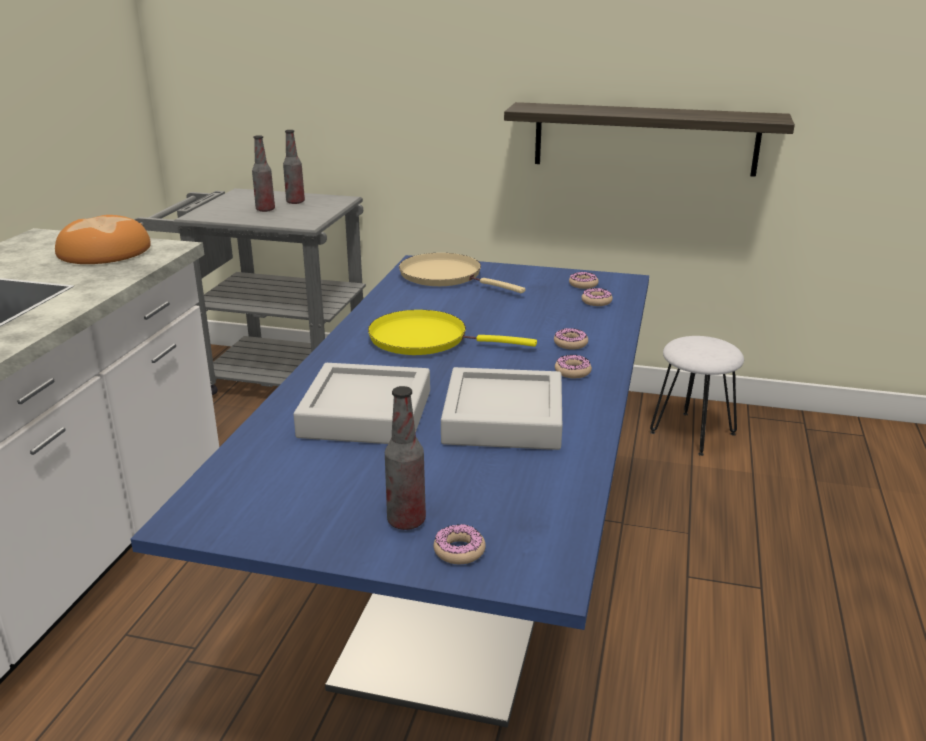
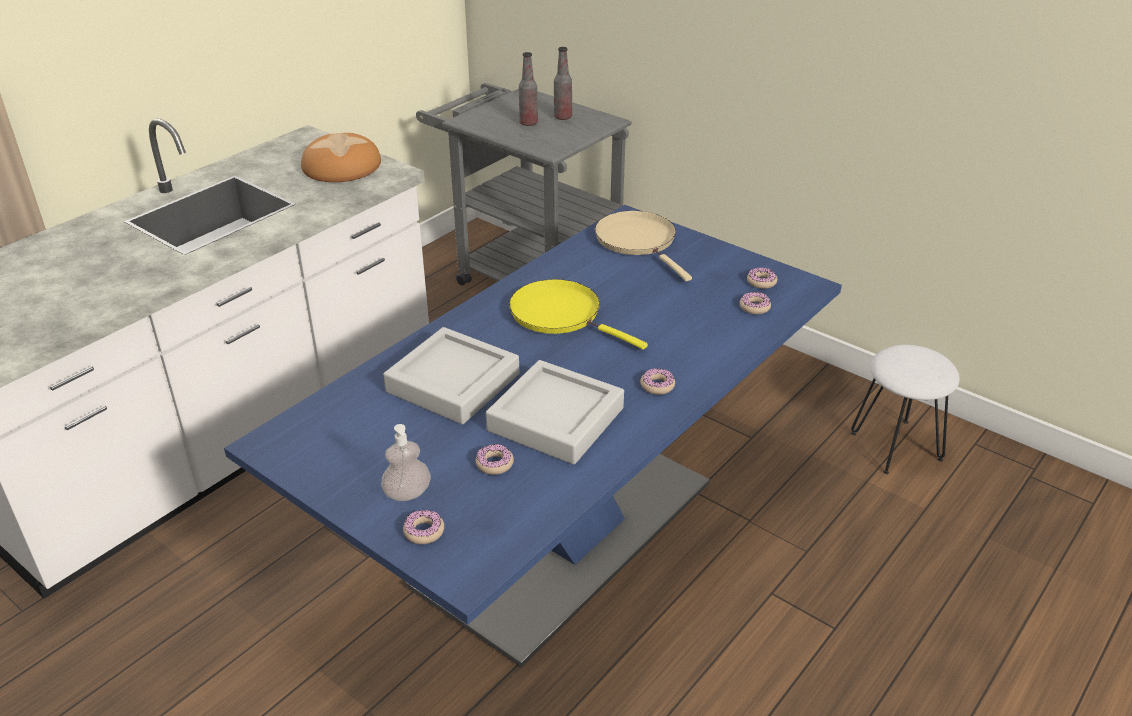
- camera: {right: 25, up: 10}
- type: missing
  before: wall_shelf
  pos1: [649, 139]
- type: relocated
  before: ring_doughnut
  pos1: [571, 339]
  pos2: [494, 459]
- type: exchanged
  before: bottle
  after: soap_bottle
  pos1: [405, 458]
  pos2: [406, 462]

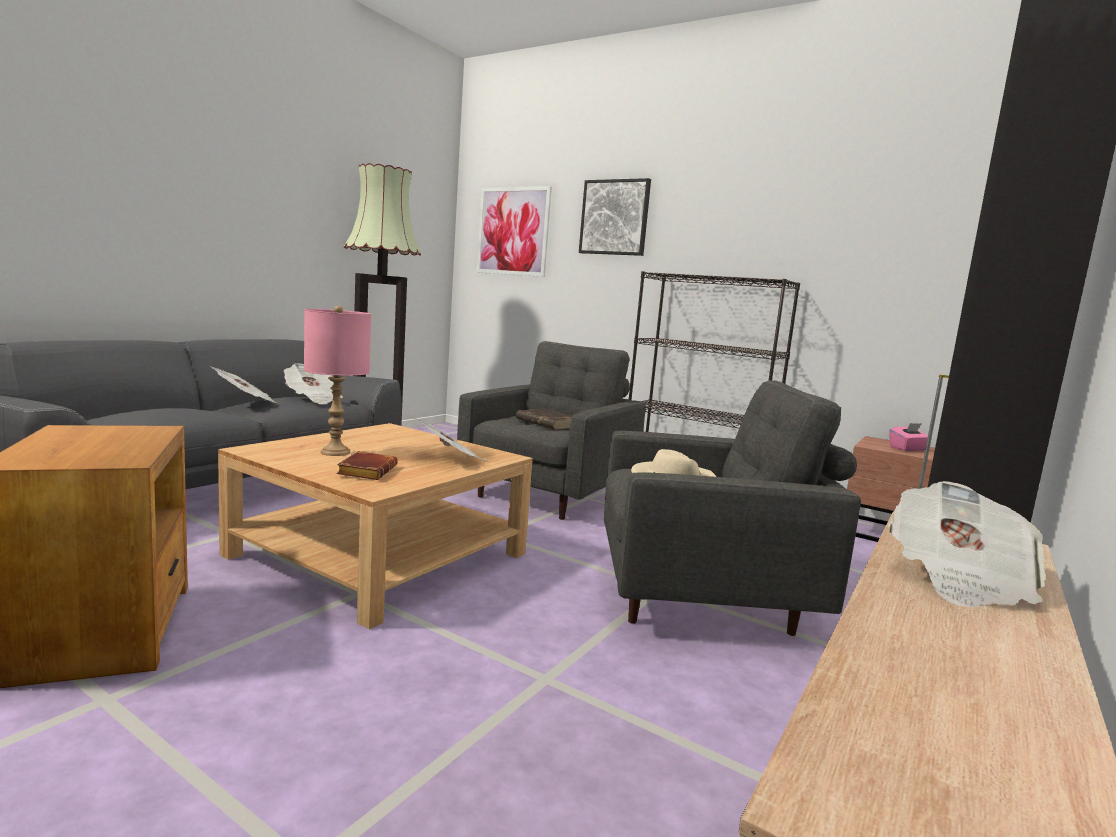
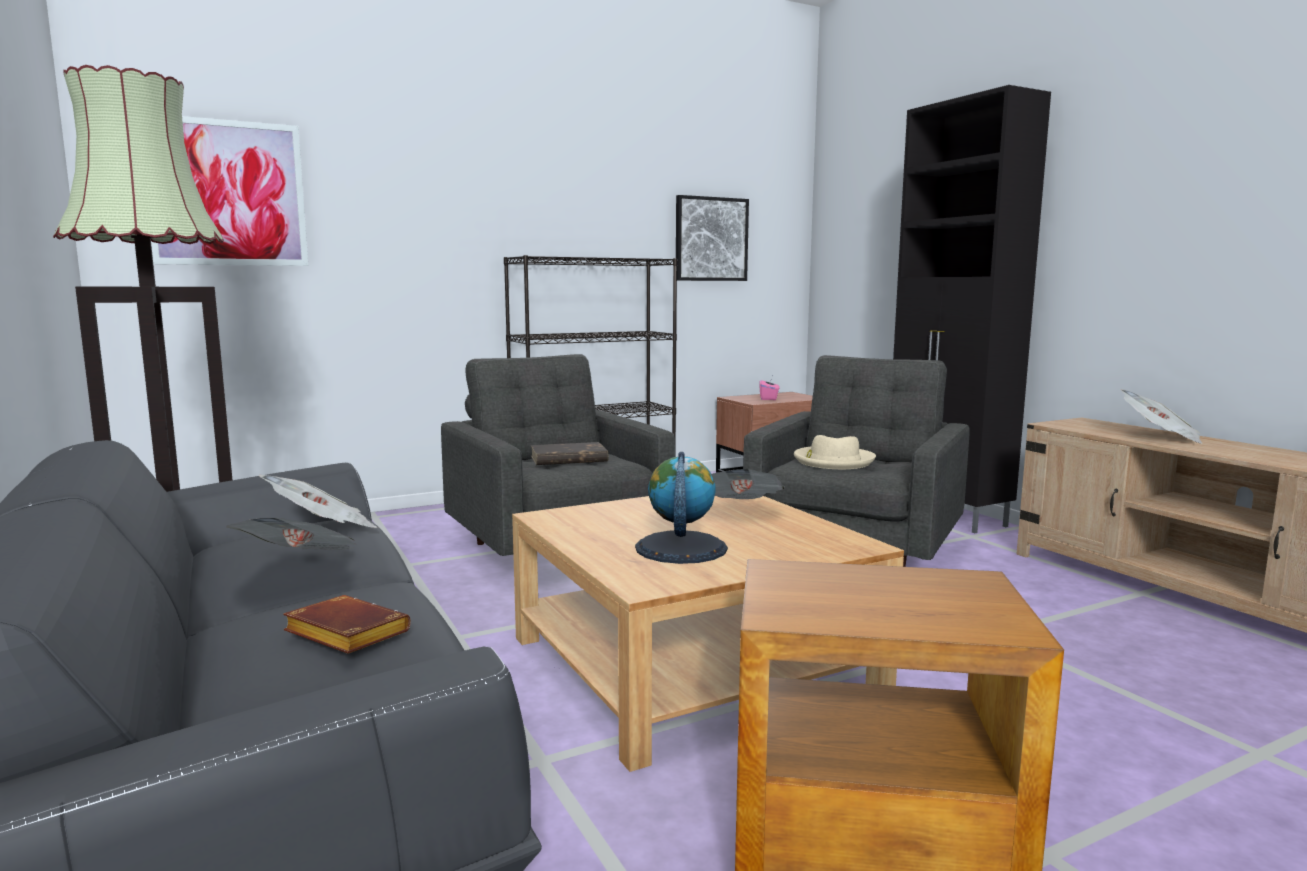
- camera: {right: -60, up: 0}
- type: relocated
  before: brownish_book
  pos1: [367, 465]
  pos2: [347, 624]
- type: relocated
  before: picture
  pos1: [615, 217]
  pos2: [712, 238]
- type: exchanged
  before: pink-coloured_lamp_for_a_table
  after: globe
  pos1: [337, 381]
  pos2: [681, 508]

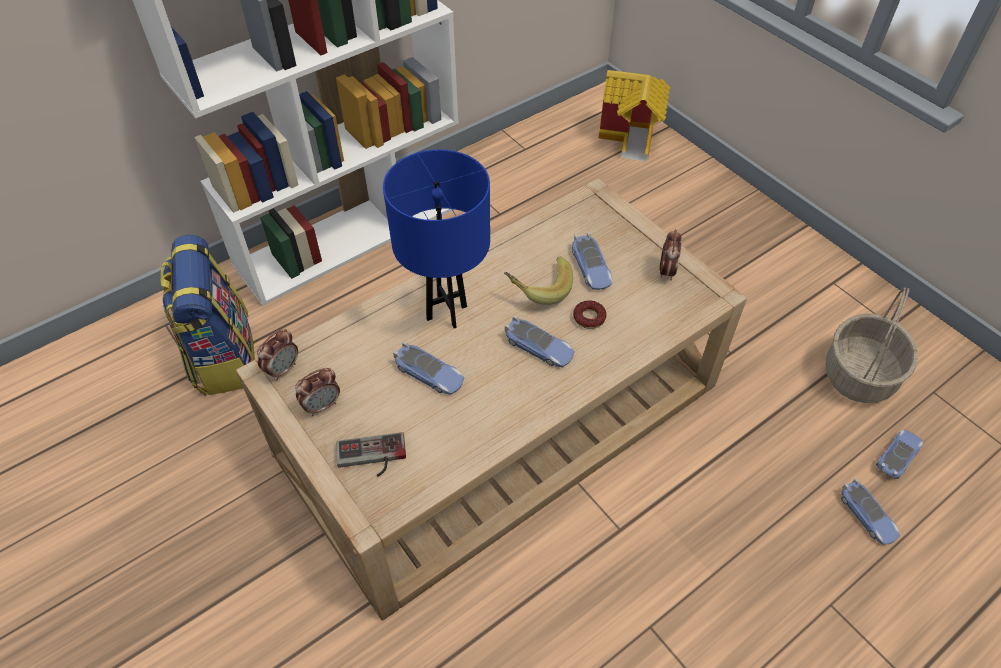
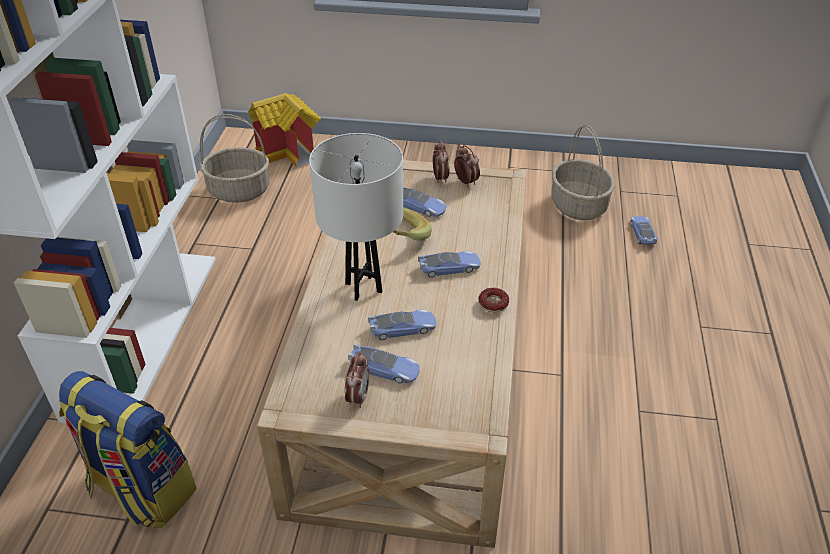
- camera: {right: -45, up: -10}
- type: missing
  before: game_controller
  pos1: [371, 454]
- type: appeared
  after: storage_basket
  pos2: [234, 158]
- type: relocated
  before: alarm_clock
  pos1: [277, 354]
  pos2: [441, 162]
- type: relocated
  before: ring_doughnut
  pos1: [589, 314]
  pos2: [493, 300]
- type: relocated
  before: miniature_car
  pos1: [870, 511]
  pos2: [384, 363]
- type: colour
  before: blue-coloured_lamp_for_a_table
  after: whitish_lamp_for_a_table
  pos1: [436, 238]
  pos2: [356, 217]

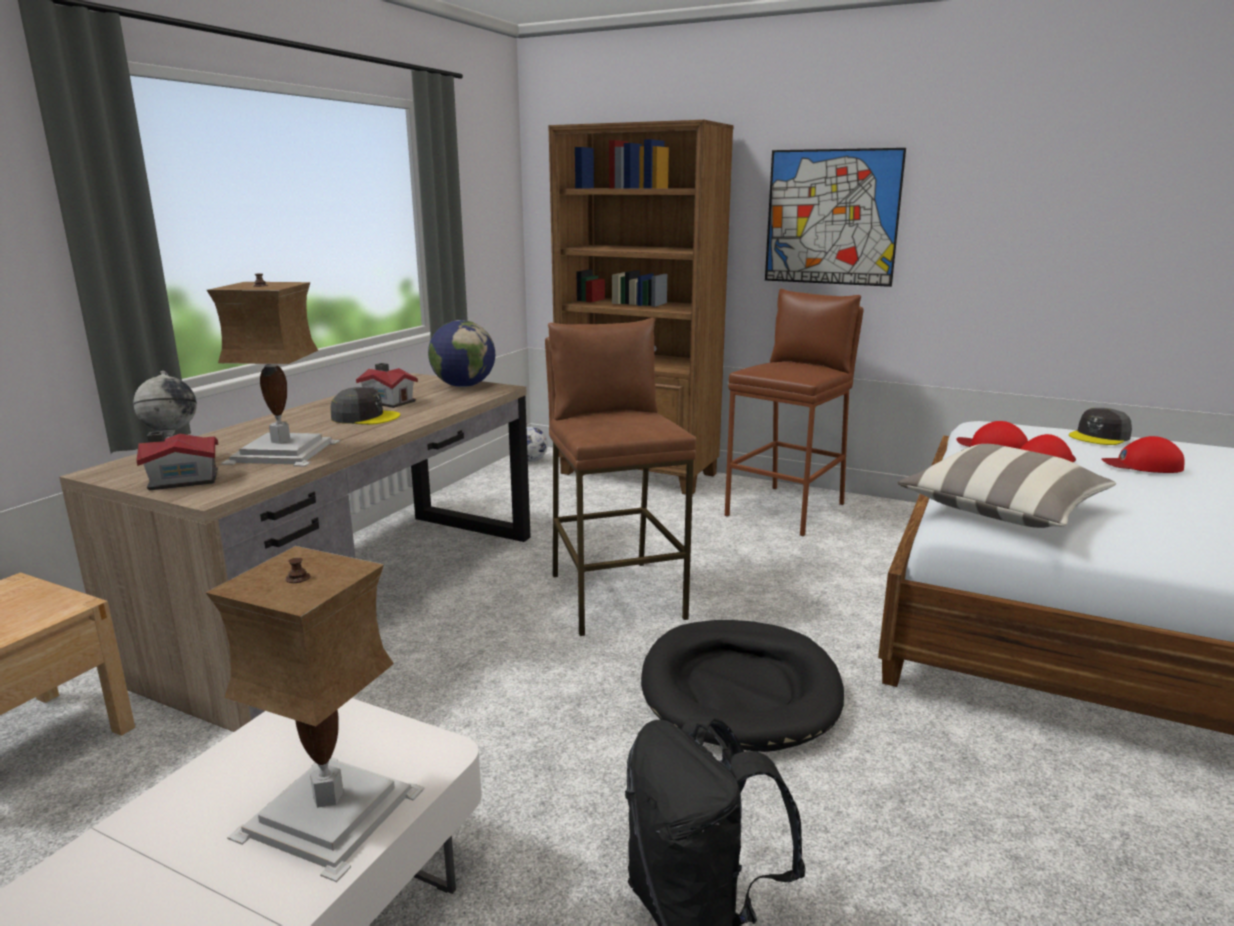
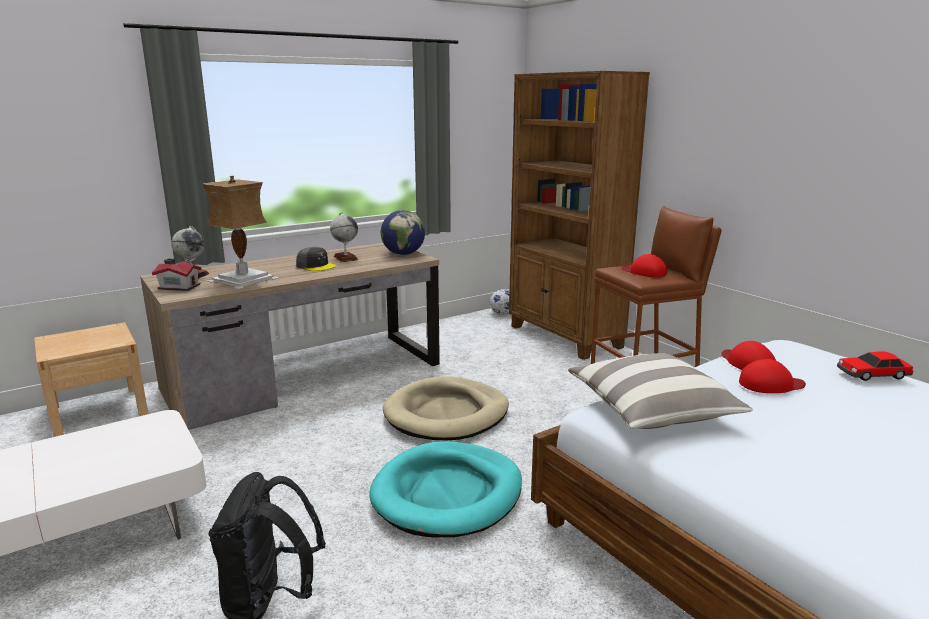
- camera: {right: 30, up: 0}
- type: missing
  before: lamp_for_a_table
  pos1: [315, 714]
- type: missing
  before: picture
  pos1: [835, 217]
- type: relocated
  before: red-coloured_baseball_cap
  pos1: [1143, 454]
  pos2: [644, 265]
- type: exchanged
  before: model_house
  after: globe
  pos1: [387, 385]
  pos2: [344, 237]
- type: exchanged
  before: brownish_stool_seat
  after: sand-coloured_dog_bed
  pos1: [621, 477]
  pos2: [446, 408]
- type: exchanged
  before: greyish_baseball_cap
  after: miniature_car
  pos1: [1100, 426]
  pos2: [875, 366]
- type: colour
  before: black_dog_bed
  after: turquoise-coloured_dog_bed
  pos1: [742, 686]
  pos2: [445, 489]

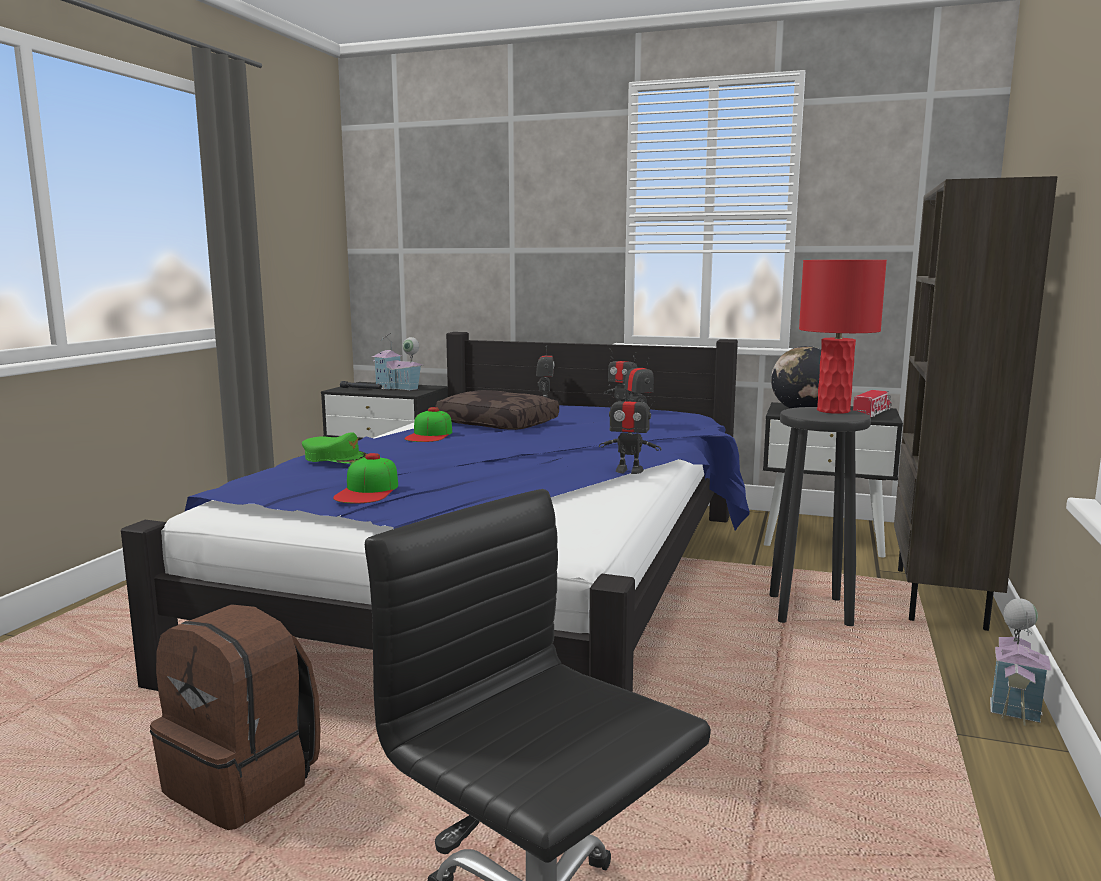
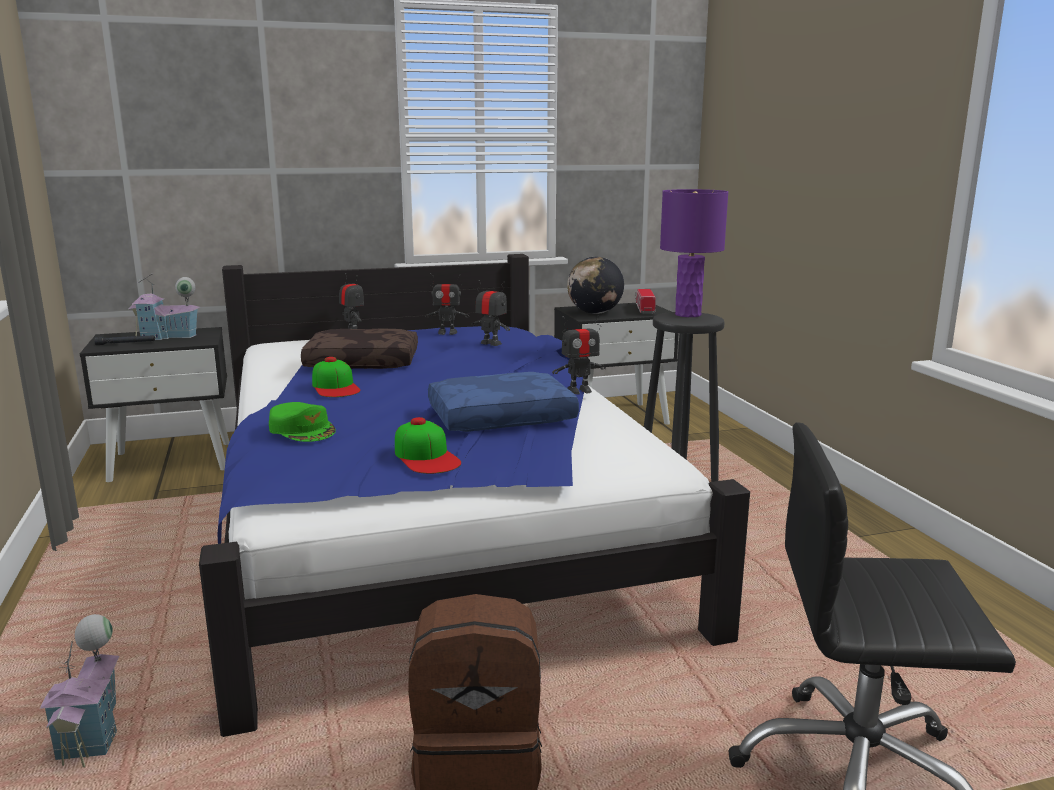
- camera: {right: -35, up: 5}
- type: missing
  before: brownish_bookcase
  pos1: [976, 403]
- type: appeared
  after: blue-coloured_cushion
  pos2: [503, 402]
- type: relocated
  before: model_house
  pos1: [1021, 662]
  pos2: [79, 690]
- type: colour
  before: red-coloured_lamp_for_a_table
  after: purplish_lamp_for_a_table
  pos1: [843, 337]
  pos2: [694, 253]
- type: spun
  before: green_baseball_cap
  pos1: [334, 448]
  pos2: [302, 422]
  turn: 60

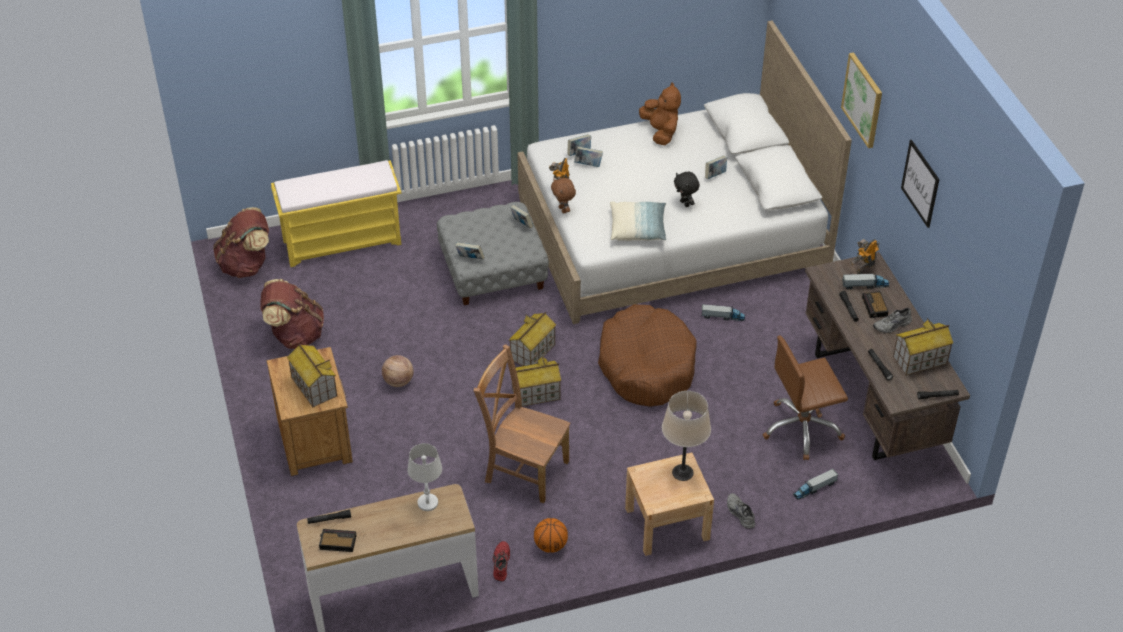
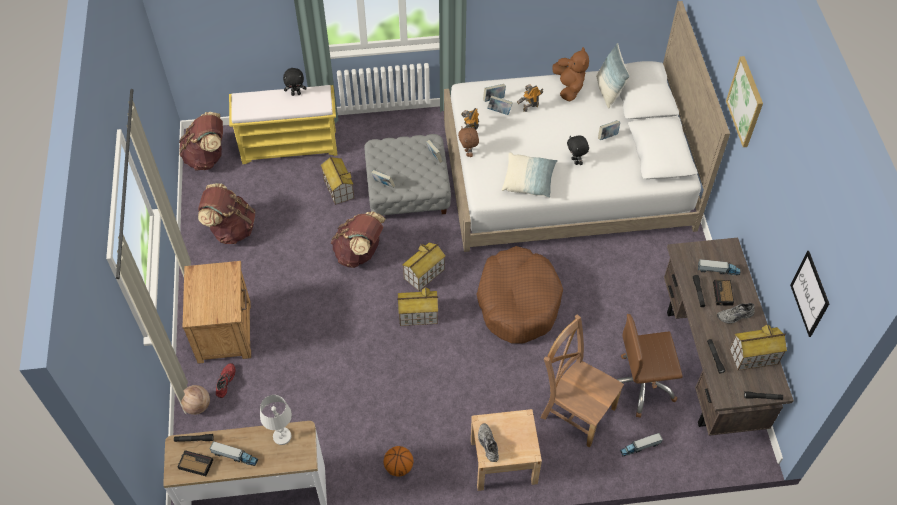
- camera: {right: 10, up: 10}
- type: missing
  before: sand-coloured_lamp_for_a_table
  pos1: [686, 436]
- type: appeared
  after: black_cuddly_toy
  pos2: [295, 82]
- type: appeared
  after: brownish_backpack
  pos2: [358, 239]
- type: appeared
  after: cushion
  pos2: [613, 75]
- type: relocated
  before: model_house
  pos1: [312, 375]
  pos2: [337, 180]
- type: relocated
  before: basketball
  pos1: [398, 371]
  pos2: [195, 400]
- type: relocated
  before: brownish_plain_chair
  pos1: [521, 423]
  pos2: [582, 381]
- type: relocated
  before: red-coloured_low_shoe
  pos1: [501, 561]
  pos2: [225, 380]
- type: relocated
  before: model_truck
  pos1: [723, 312]
  pos2: [234, 453]
- type: relocated
  before: greyish_low_shoe
  pos1: [741, 511]
  pos2: [488, 442]
- type: relocated
  before: toy_robot
  pos1: [865, 256]
  pos2: [530, 98]
- type: relocated
  before: picture
  pos1: [920, 184]
  pos2: [809, 294]

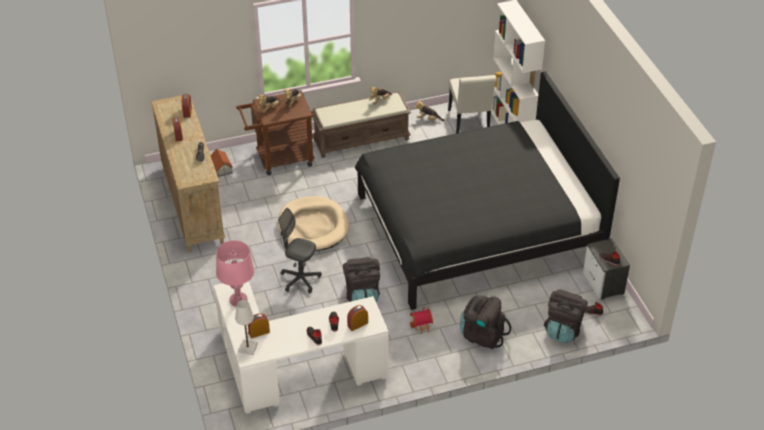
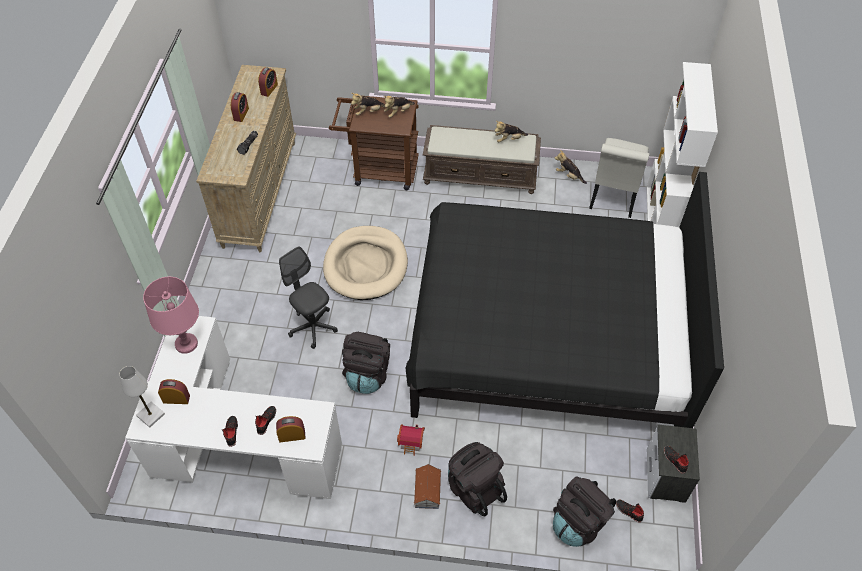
- camera: {right: 25, up: 10}
- type: relocated
  before: model_house
  pos1: [221, 162]
  pos2: [427, 486]

